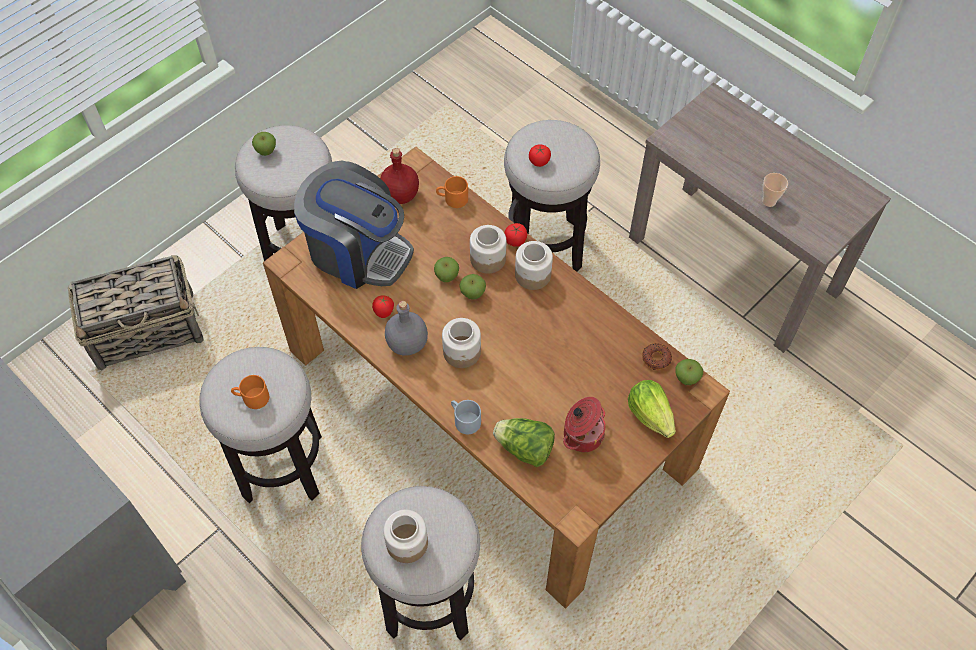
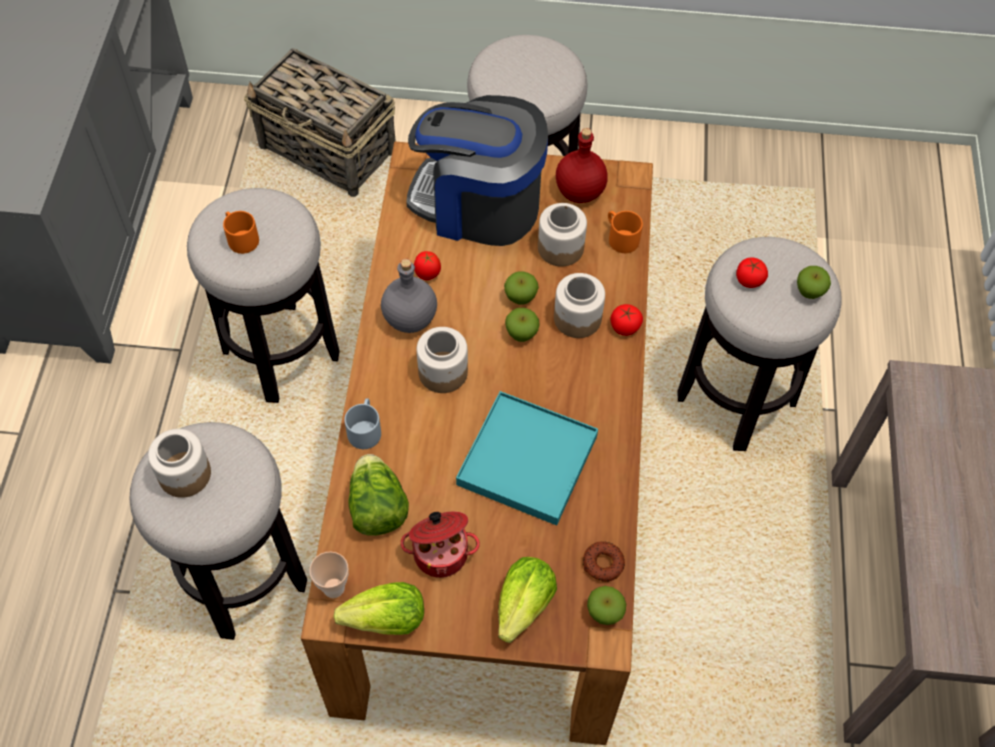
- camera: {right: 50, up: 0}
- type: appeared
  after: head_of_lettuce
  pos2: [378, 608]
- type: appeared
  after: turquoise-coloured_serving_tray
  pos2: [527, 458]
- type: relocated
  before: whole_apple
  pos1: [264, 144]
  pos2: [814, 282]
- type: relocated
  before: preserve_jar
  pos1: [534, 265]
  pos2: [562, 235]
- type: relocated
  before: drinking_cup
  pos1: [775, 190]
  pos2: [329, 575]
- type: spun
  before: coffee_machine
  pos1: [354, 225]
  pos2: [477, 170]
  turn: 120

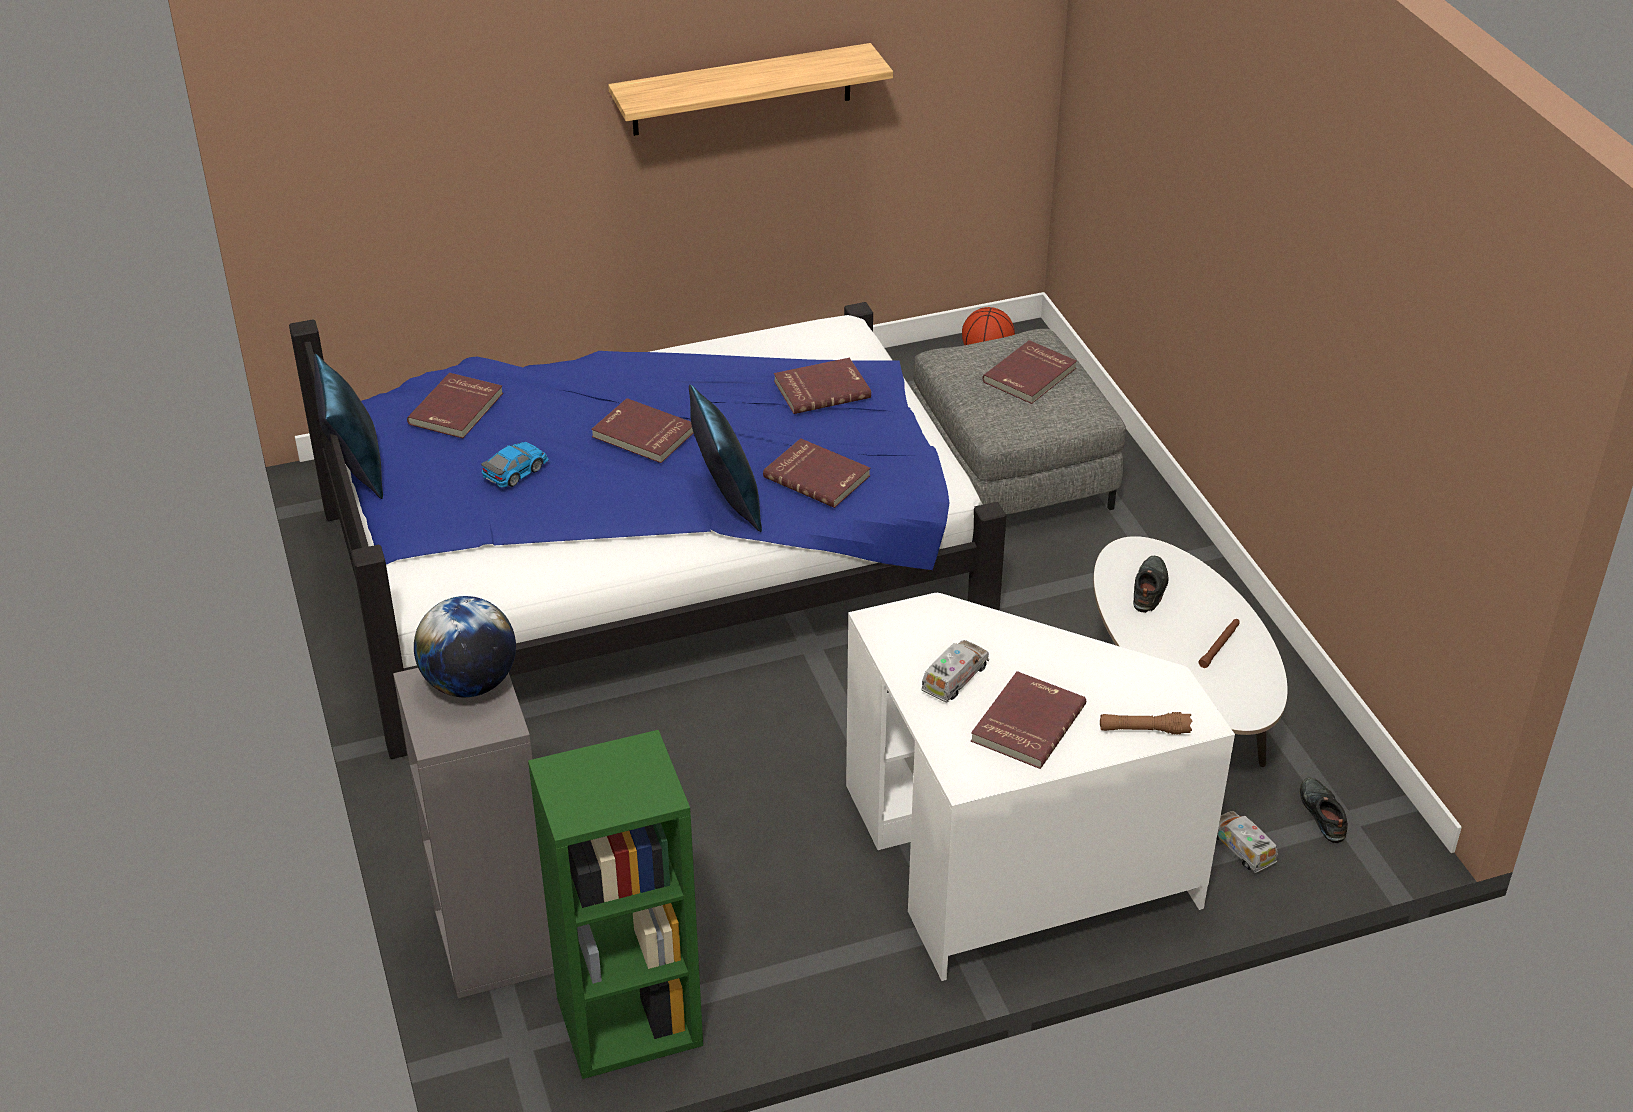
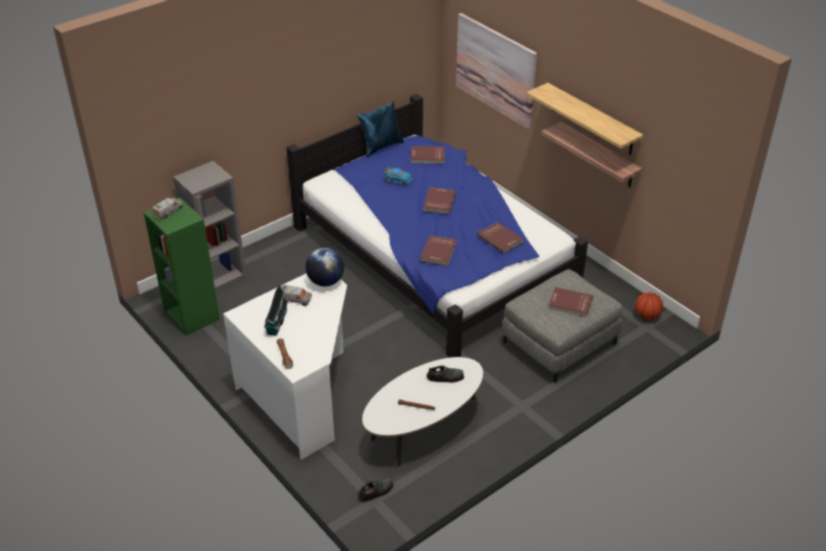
- camera: {right: 70, up: 0}
- type: missing
  before: blue-coloured_cushion
  pos1: [725, 458]
- type: appeared
  after: picture
  pos2: [496, 71]
- type: appeared
  after: wall_shelf
  pos2: [592, 154]
- type: relocated
  before: globe
  pos1: [465, 646]
  pos2: [325, 267]
- type: relocated
  before: model_truck
  pos1: [1247, 842]
  pos2: [167, 209]
- type: exchanged
  before: red-coloured_book
  after: model_house
  pos1: [1028, 720]
  pos2: [276, 309]

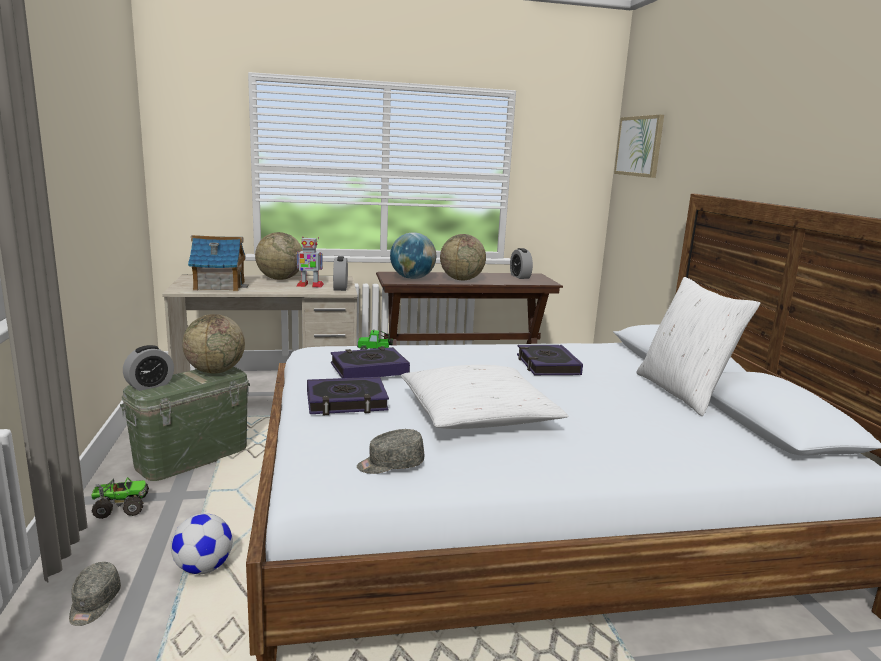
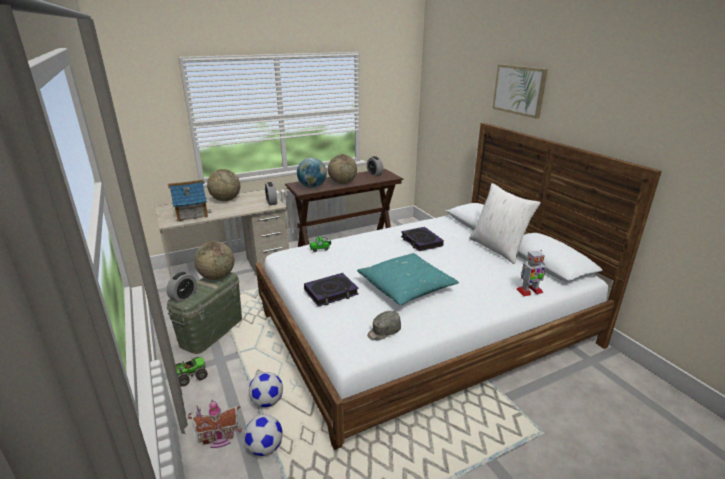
- camera: {right: -15, up: 10}
- type: missing
  before: book
  pos1: [370, 362]
- type: appeared
  after: football_ball
  pos2: [263, 435]
- type: relocated
  before: toy_robot
  pos1: [310, 262]
  pos2: [531, 273]
- type: relocated
  before: picture
  pos1: [639, 146]
  pos2: [520, 91]
- type: exchanged
  before: greyish_baseball_cap
  after: model_house
  pos1: [95, 594]
  pos2: [215, 424]
- type: colour
  before: whitish_cushion
  after: turquoise-coloured_cushion
  pos1: [484, 397]
  pos2: [408, 279]

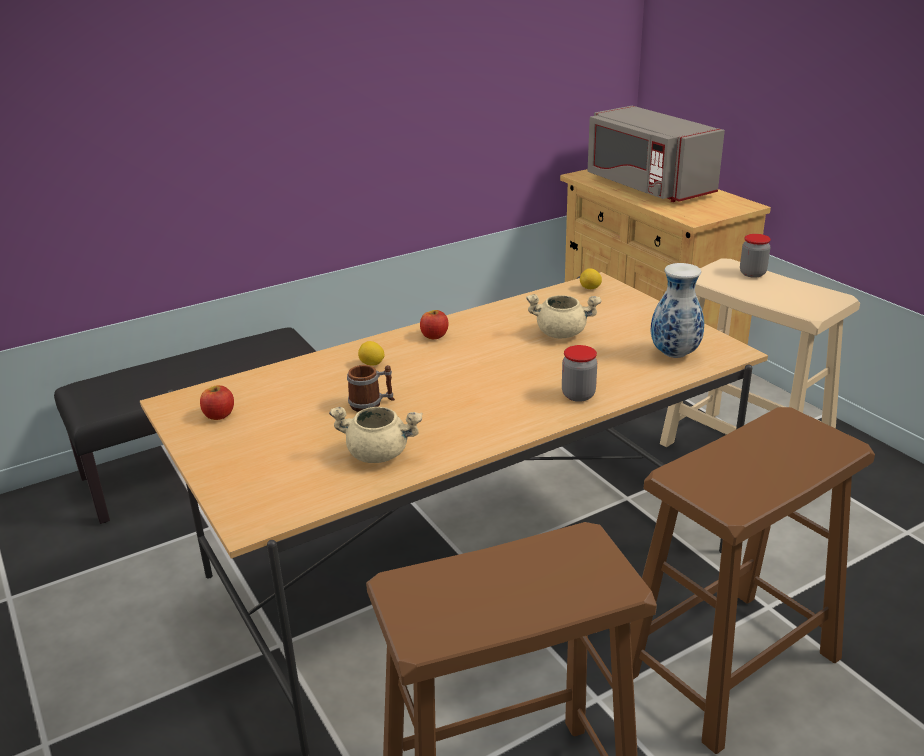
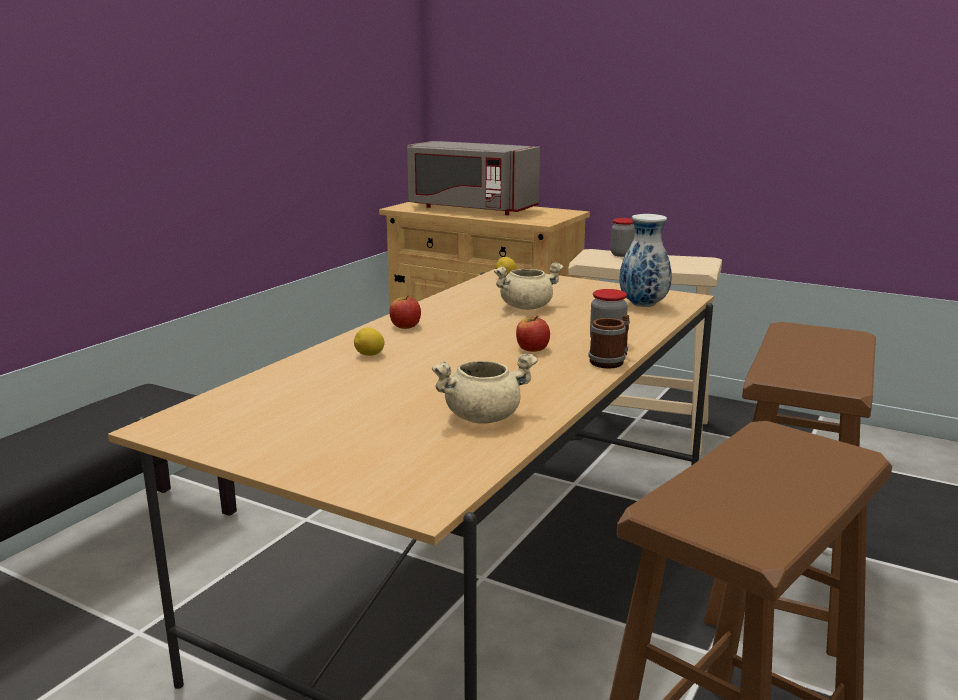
- camera: {right: -30, up: -10}
- type: relocated
  before: whole_apple
  pos1: [217, 402]
  pos2: [533, 334]
- type: relocated
  before: mug
  pos1: [371, 388]
  pos2: [609, 341]

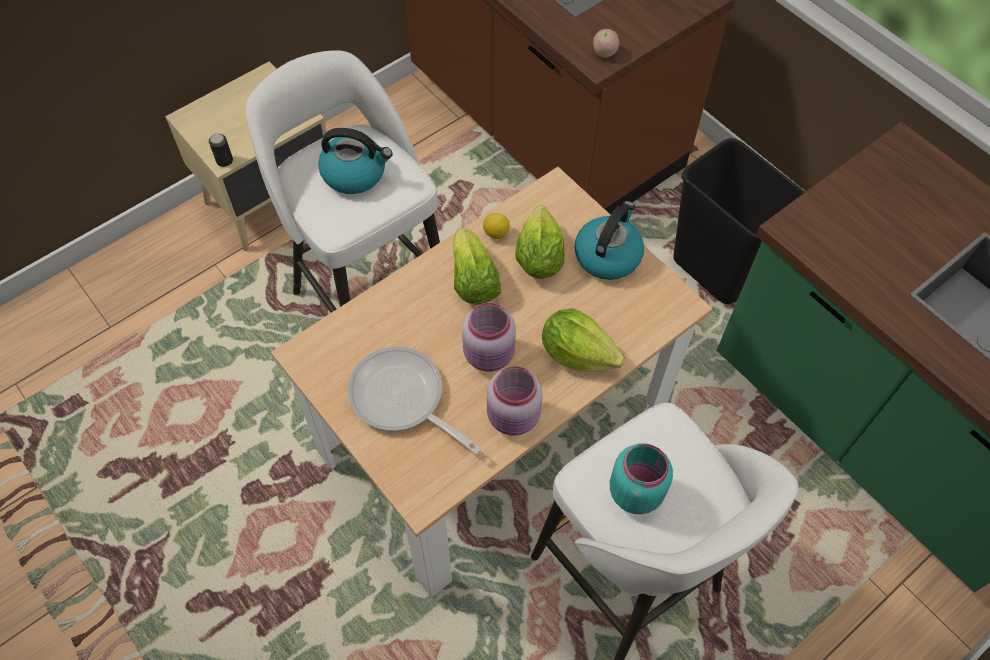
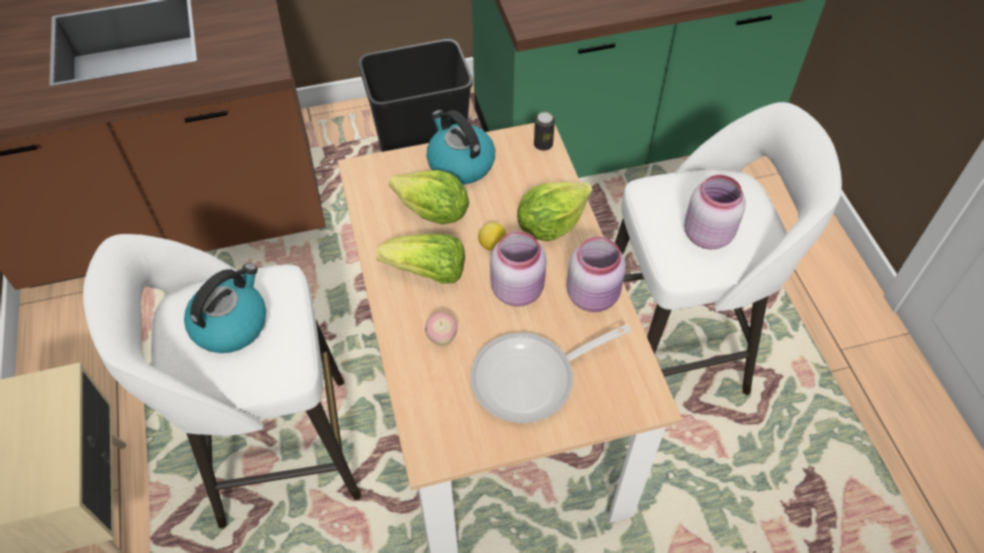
- camera: {right: -65, up: -5}
- type: relocated
  before: metal_can
  pos1: [221, 150]
  pos2: [544, 131]
- type: relocated
  before: citrus_fruit
  pos1: [496, 226]
  pos2: [492, 236]
- type: relocated
  before: whole_apple
  pos1: [606, 43]
  pos2: [441, 329]
- type: colour
  before: turquoise-coloured_preserve_jar
  after: pink-coloured_preserve_jar
  pos1: [641, 478]
  pos2: [715, 212]

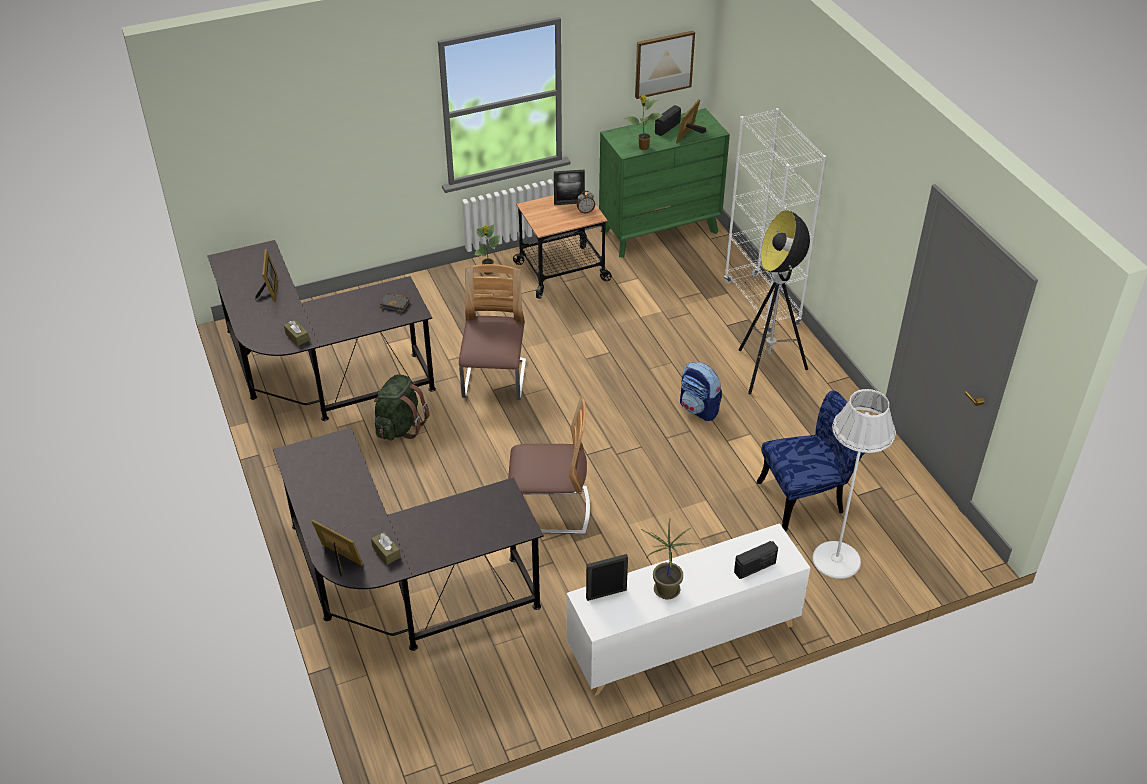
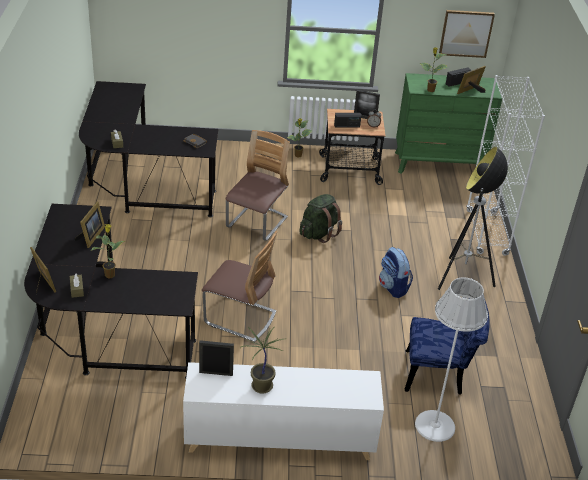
- camera: {right: 20, up: -5}
- type: appeared
  after: potted_plant
  pos2: [108, 251]
- type: relocated
  before: standing_frame
  pos1: [266, 275]
  pos2: [90, 224]
- type: relocated
  before: green_backpack
  pos1: [401, 407]
  pos2: [321, 218]
- type: relocated
  before: radio_set
  pos1: [756, 560]
  pos2: [347, 120]

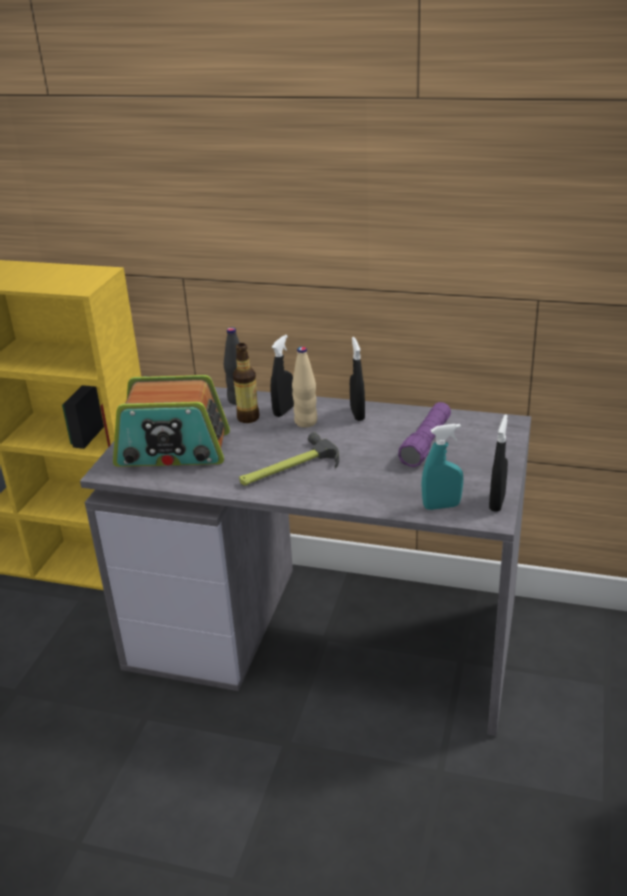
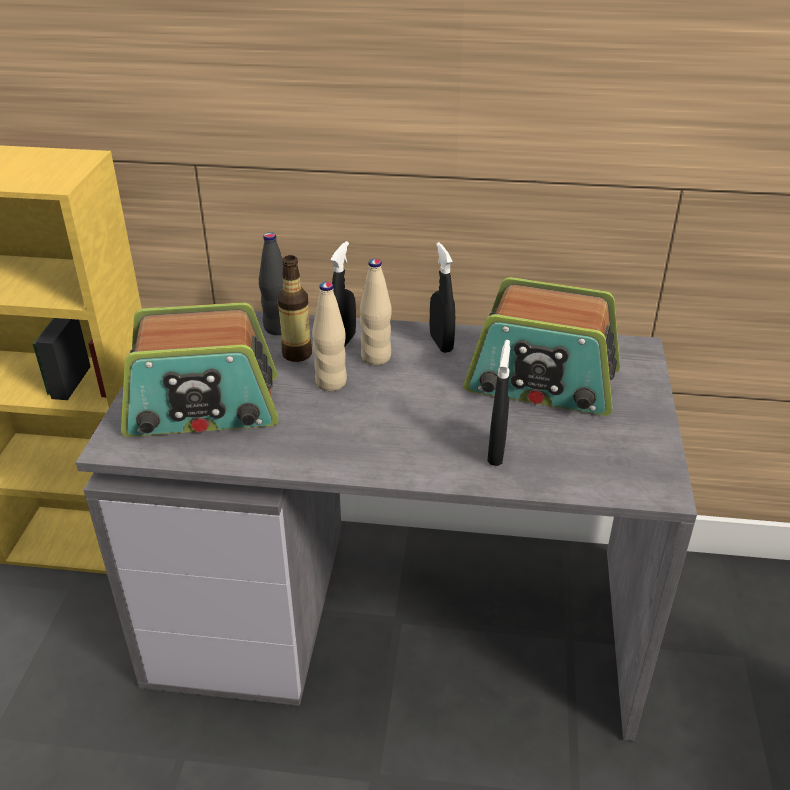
- camera: {right: -10, up: 5}
- type: missing
  before: tool_hammer
  pos1: [289, 459]
- type: missing
  before: turquoise-coloured_spray_bottle
  pos1: [442, 467]
- type: appeared
  after: sand-coloured_bottle
  pos2: [329, 336]
- type: relocated
  before: black_spray_bottle
  pos1: [498, 463]
  pos2: [498, 403]
- type: exchanged
  before: purplish_flashlight
  after: radio_set
  pos1: [424, 434]
  pos2: [542, 346]

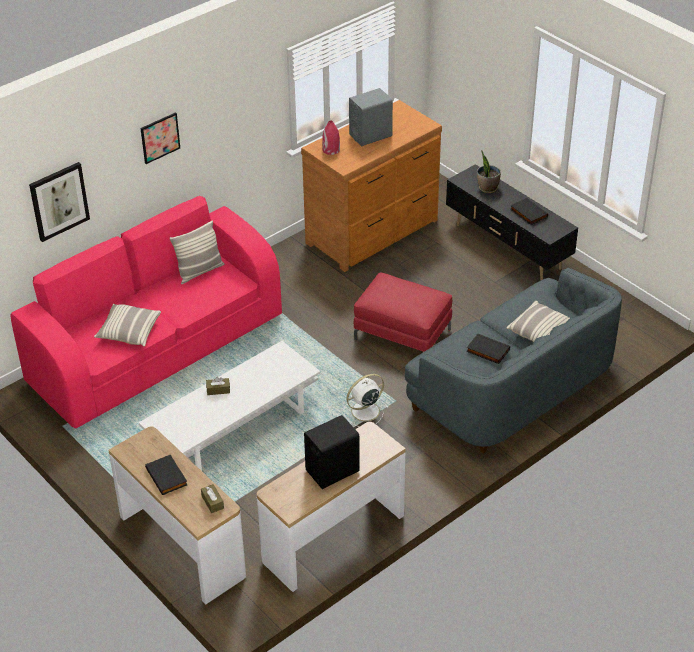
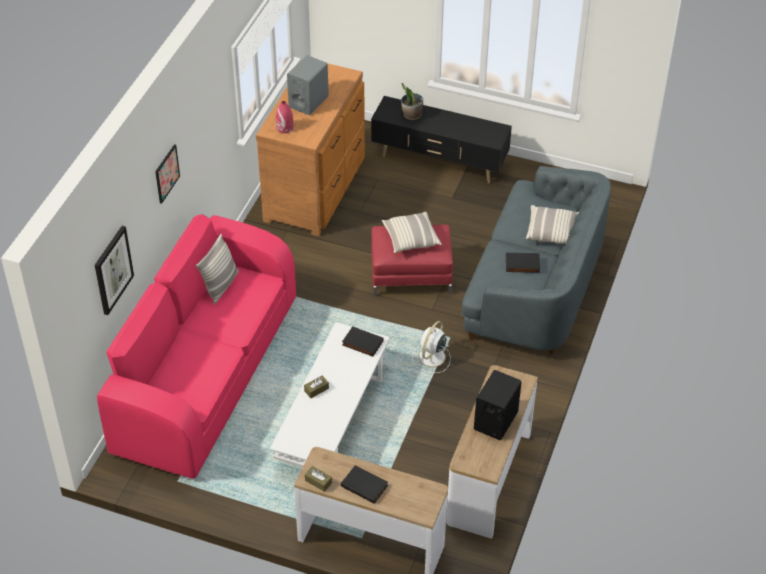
- camera: {right: -30, up: 5}
- type: relocated
  before: cushion
  pos1: [127, 325]
  pos2: [412, 232]
- type: relocated
  before: brownish_tissue_holder
  pos1: [212, 498]
  pos2: [318, 479]
- type: relocated
  before: black_book
  pos1: [529, 211]
  pos2: [363, 341]

